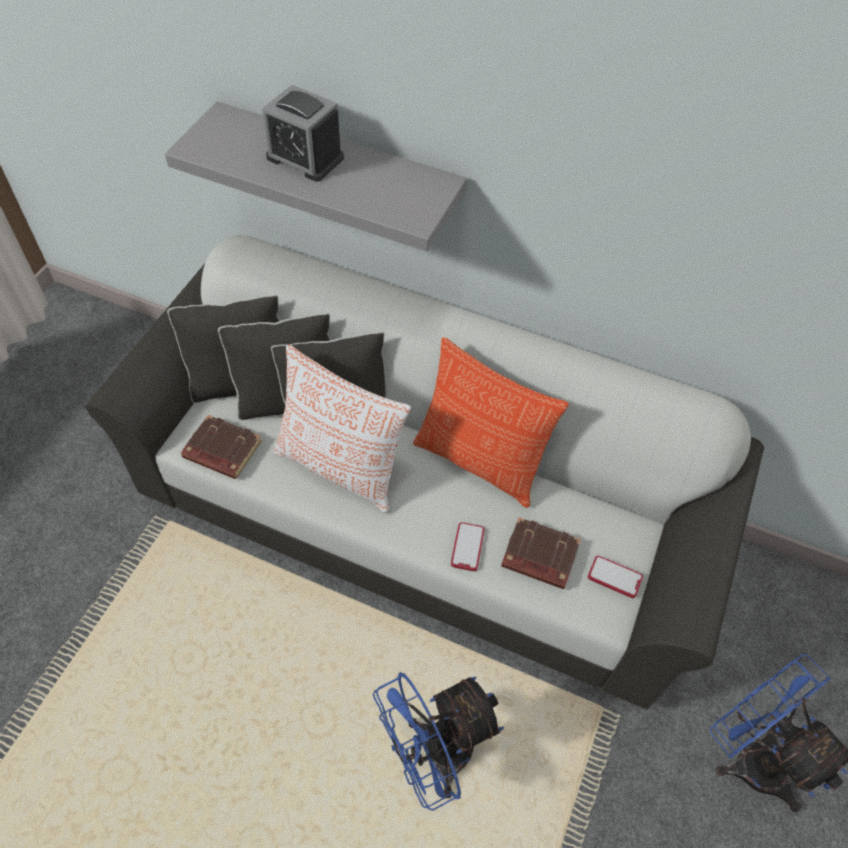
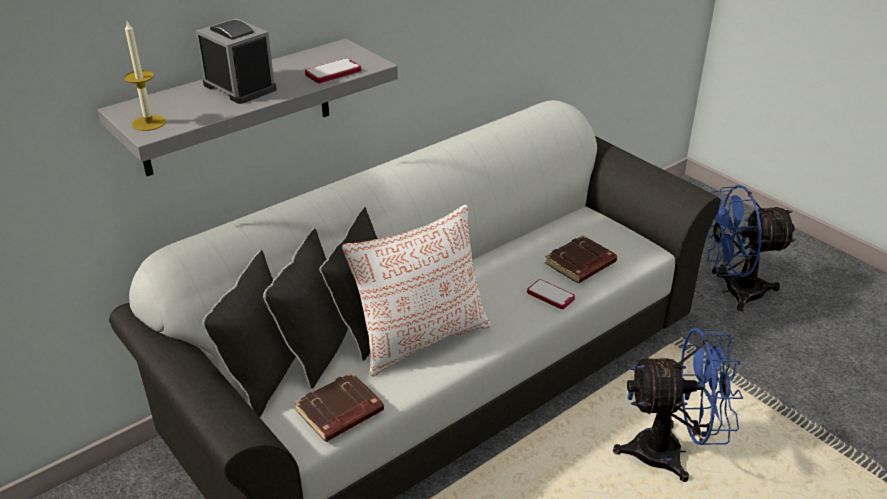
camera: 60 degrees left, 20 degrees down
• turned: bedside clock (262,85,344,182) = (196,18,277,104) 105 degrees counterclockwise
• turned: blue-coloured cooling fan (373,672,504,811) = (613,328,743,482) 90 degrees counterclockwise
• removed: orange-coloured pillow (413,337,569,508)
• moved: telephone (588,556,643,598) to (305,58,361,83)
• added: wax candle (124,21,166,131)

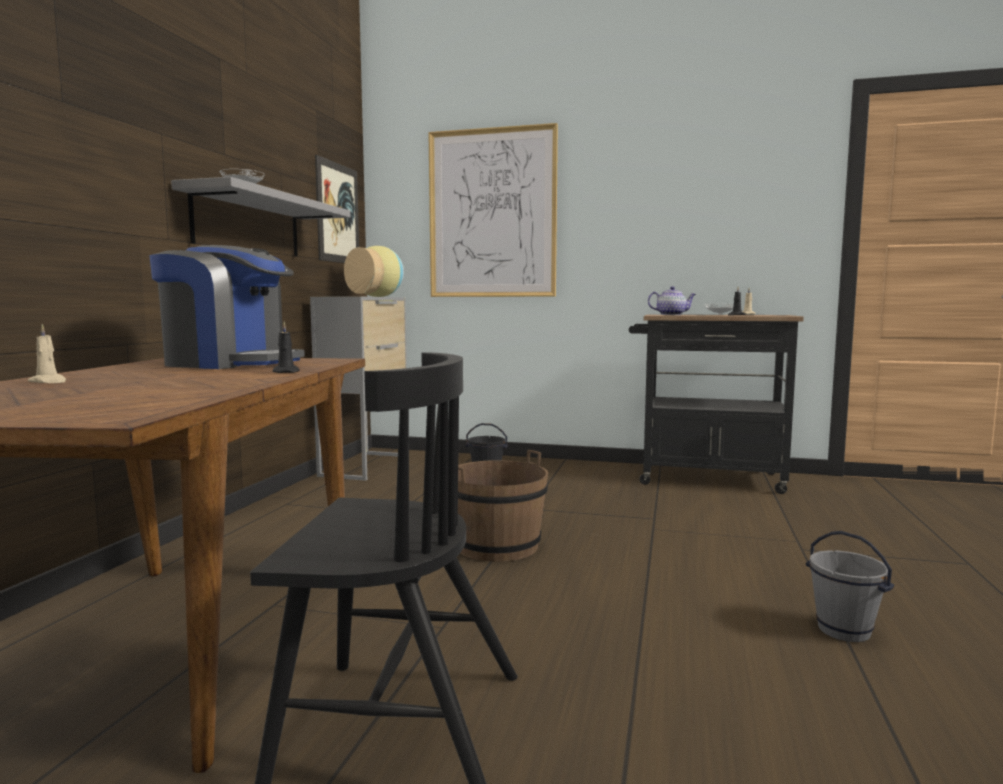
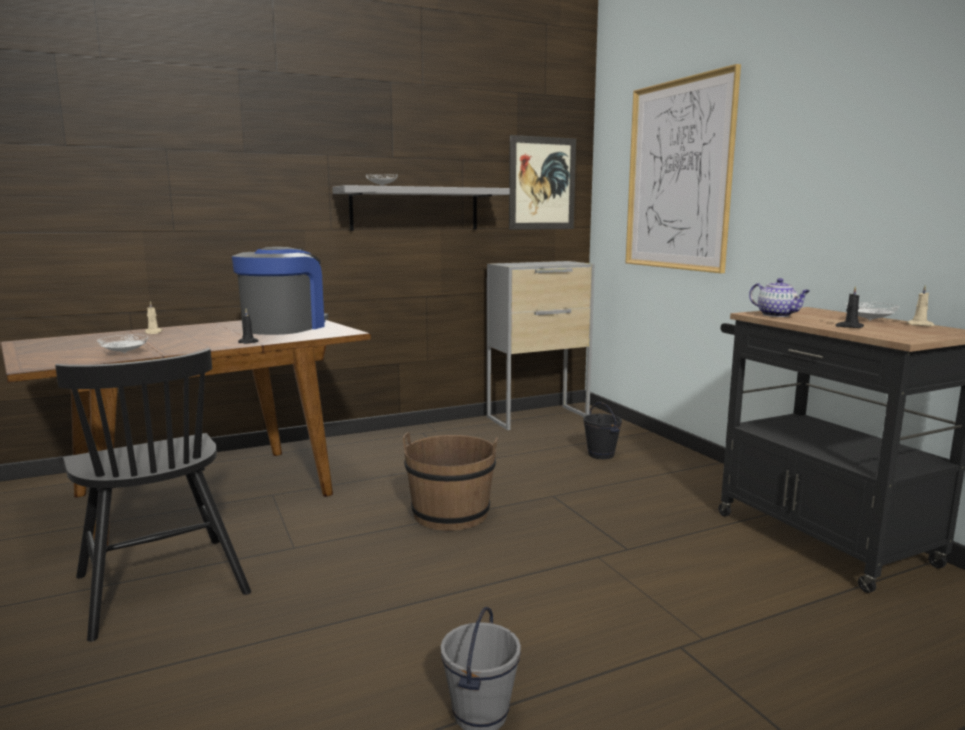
camera: 50 degrees right, 5 degrees up
• turned: coffee maker (149,245,305,369) = (232,247,328,335) 135 degrees counterclockwise
• removed: flower vase (344,246,404,297)
• added: white-coloured flat dish (97,335,148,354)

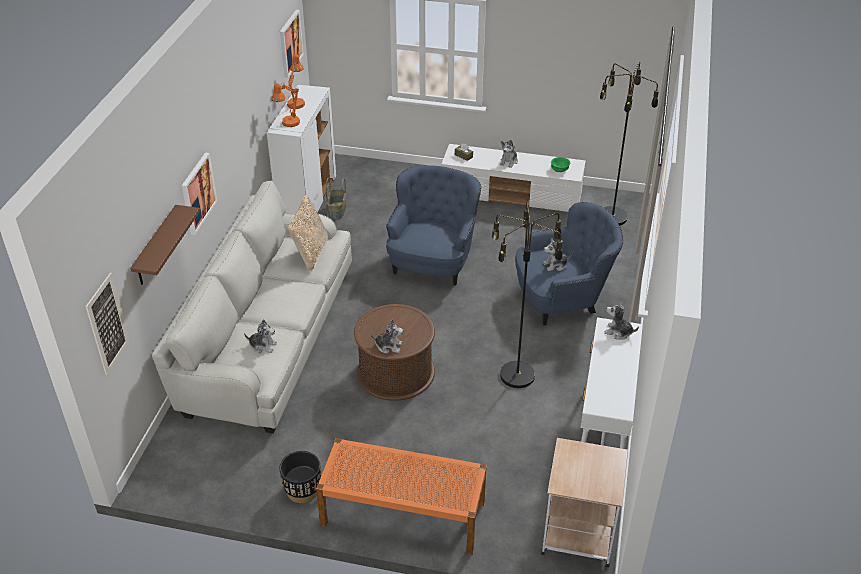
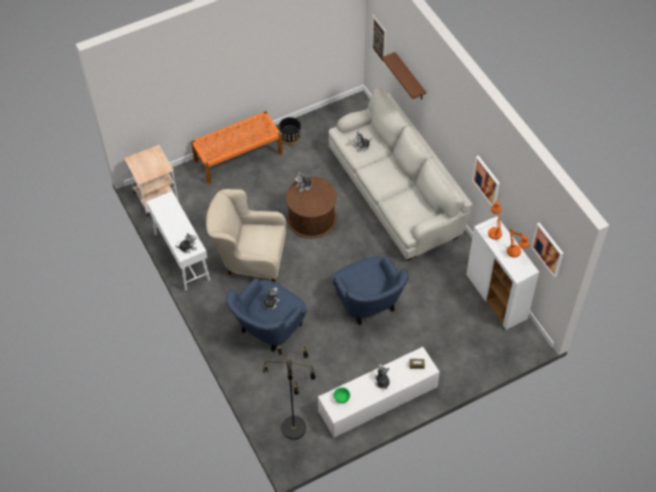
camera: 140 degrees right, 15 degrees up
• moved: picture (182,153,217,235) to (472,155,500,206)
• removed: beige-coloured pillow (288,195,328,272)
• removed: basket (326,178,346,219)
• replaced: standard lamp (492,203,563,388) to beige-coloured easy chair (206,189,286,282)

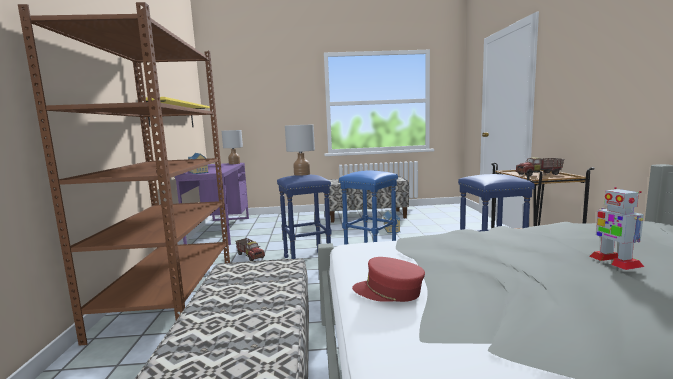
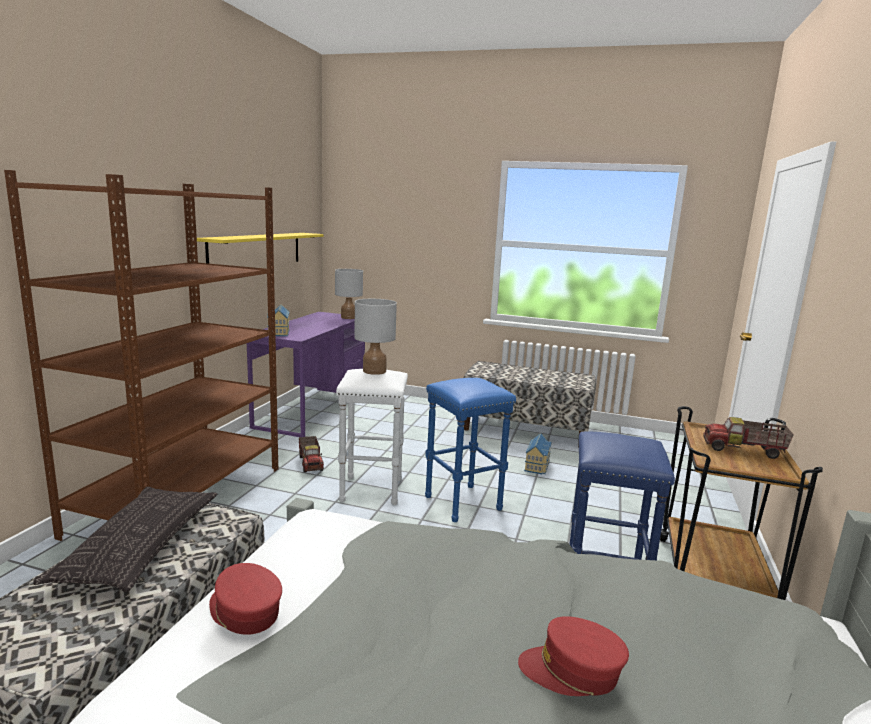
camera: 20 degrees right, 5 degrees up
• recoloured: blue-coloured stool (277,175,332,259) to white-coloured stool (336,369,408,505)
• replaced: toy robot (589,187,644,270) to red-coloured peaked cap (518,616,629,696)
• added: pillow (33,487,217,592)

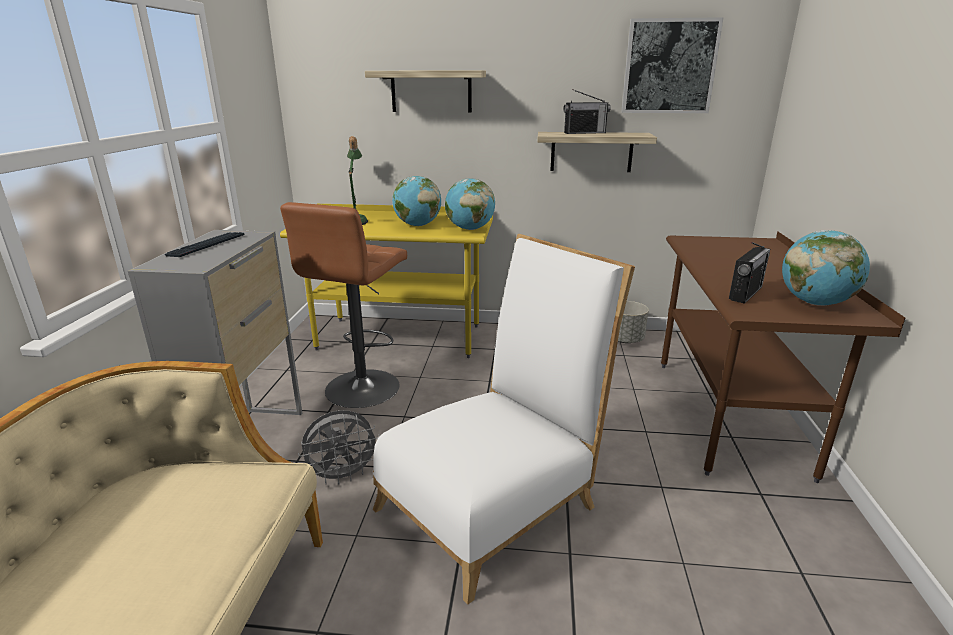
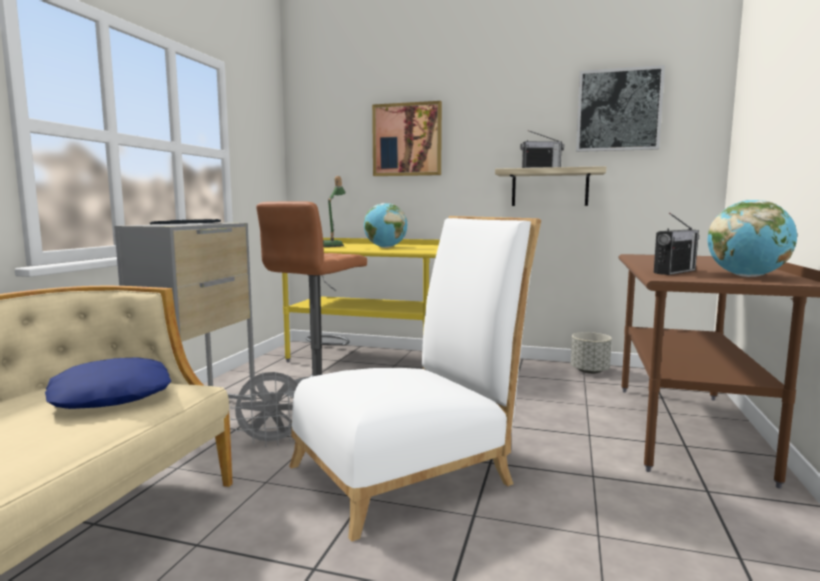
camera: 10 degrees right, 15 degrees down
• replaced: wall shelf (365,70,486,112) to picture (372,101,442,176)
• removed: world globe (445,178,495,230)
• added: blue-coloured pillow (45,357,171,409)

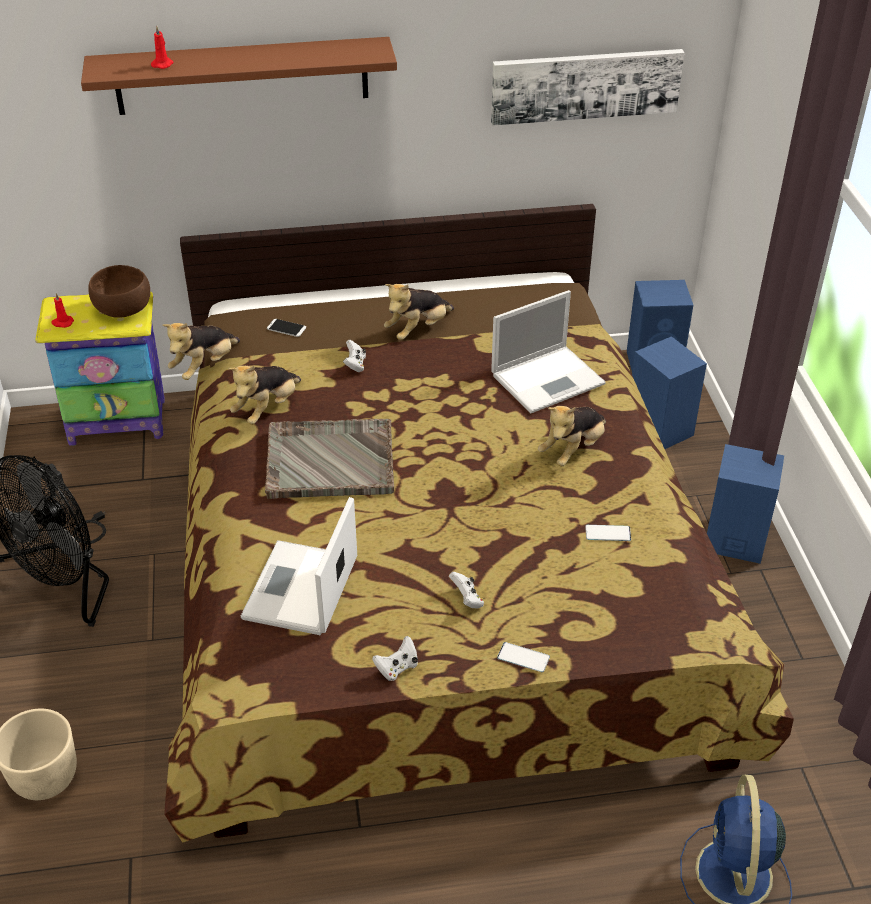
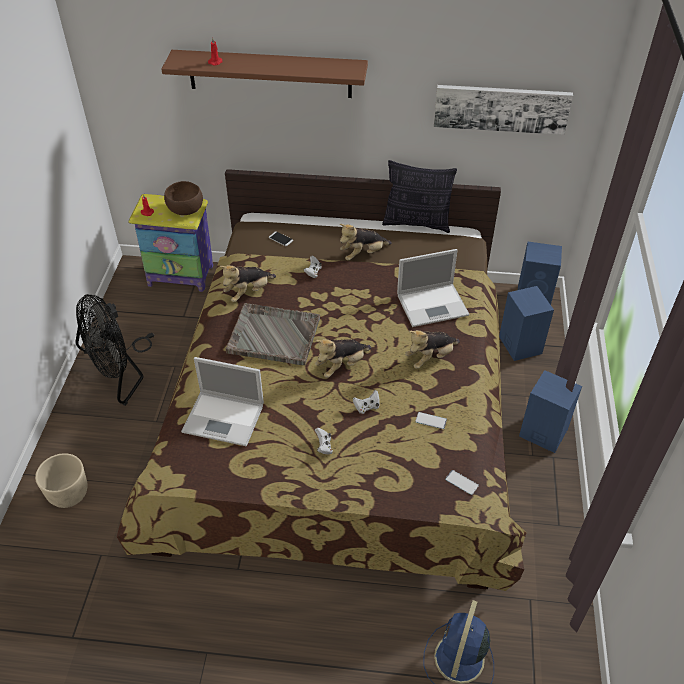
camera: 15 degrees right, 5 degrees up
• moved: soft toy (162,323,240,380) to (316,339,371,378)
• turned: laptop (241,497,357,635) = (181,357,264,446) 105 degrees counterclockwise
• moved: white-coloured game controller (372,636,418,681) to (353,390,380,414)
• moved: telephone (497,642,550,672) to (445,470,479,495)
• added: pillow (382,160,457,233)

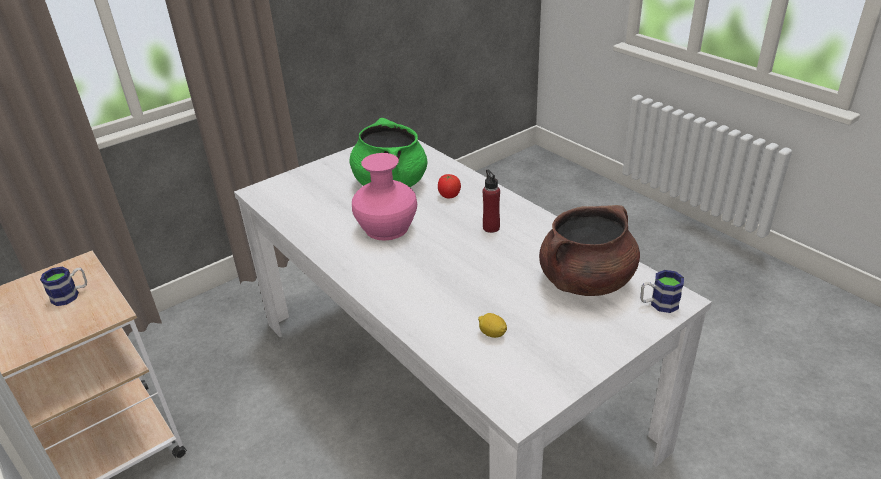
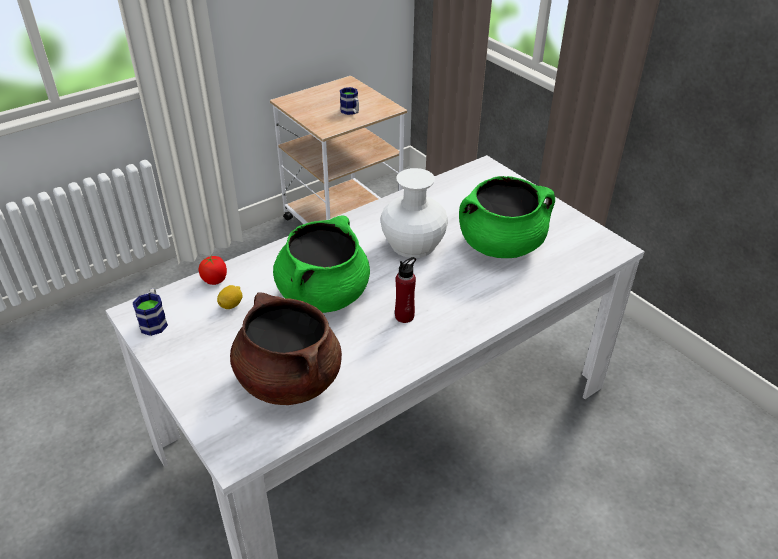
camera: 90 degrees right, 5 degrees up
• recoloured: pink flower vase (352,153,417,241) to white-coloured flower vase (380,168,448,258)
• moved: whole tomato (438,174,461,198) to (199,255,227,285)
• moved: mug (640,270,684,313) to (133,288,168,336)
• added: greenish cooking pot (273,215,370,313)

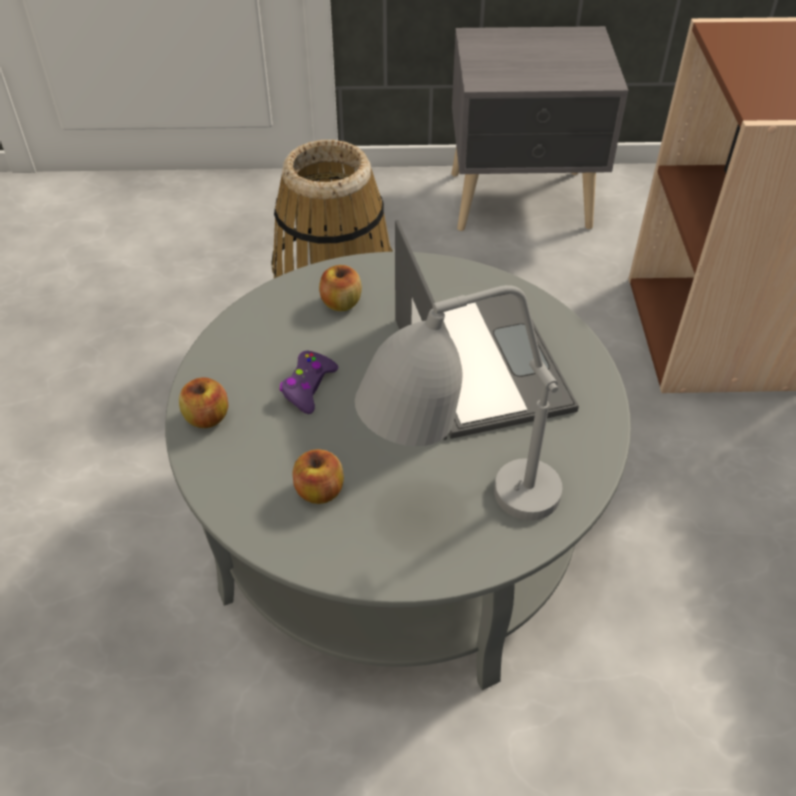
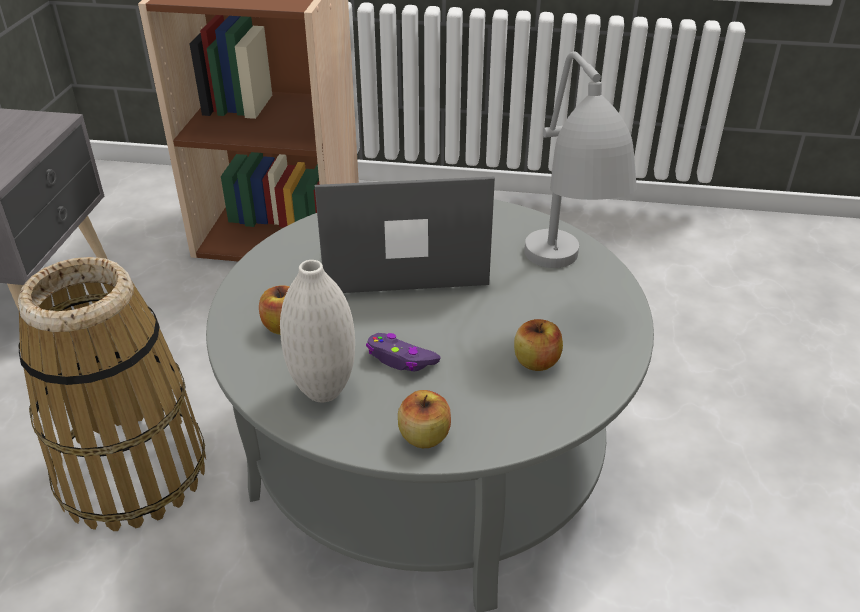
camera: 80 degrees left, 10 degrees down
• added: white-coloured flower vase (280,260,355,402)

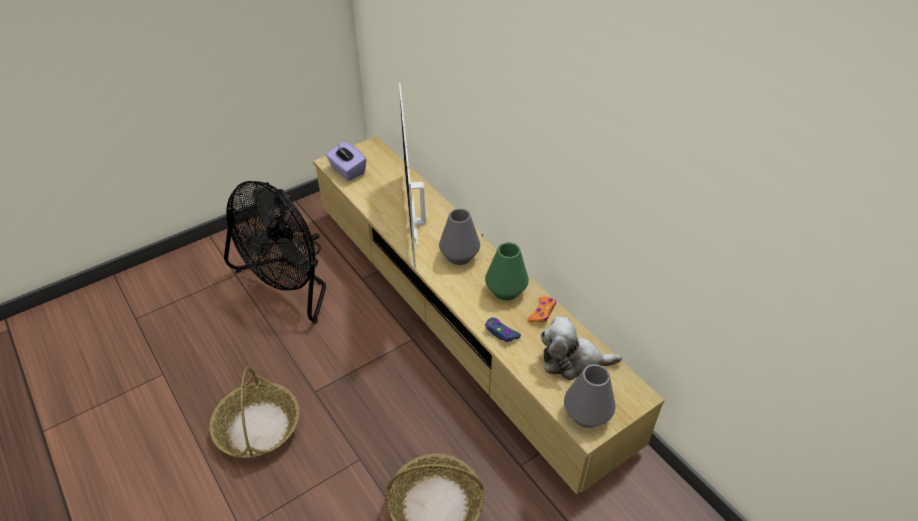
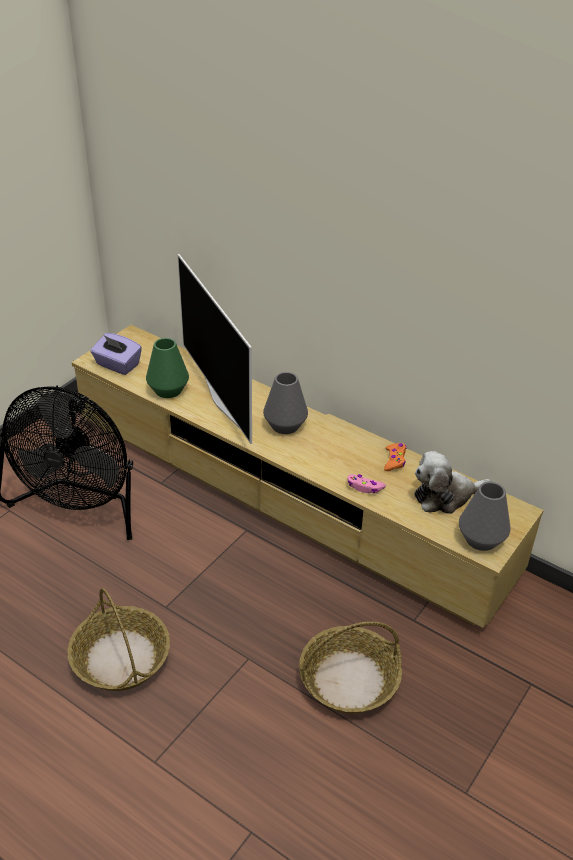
camera: 20 degrees left, 5 degrees down
• moved: greenish flower vase (485,242,529,300) to (146,338,189,398)
• recoloured: blue-coloured game controller (485,317,521,342) to pink game controller (347,474,386,493)

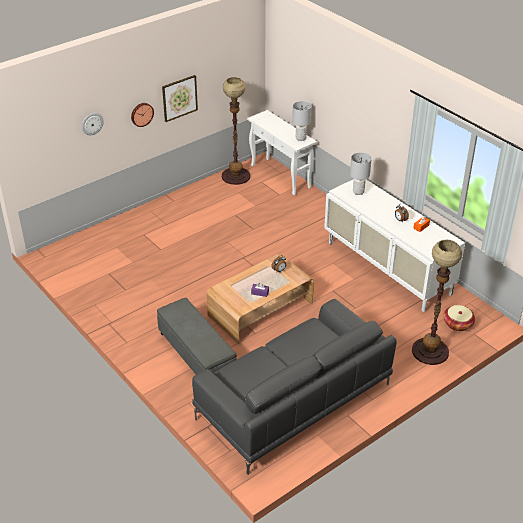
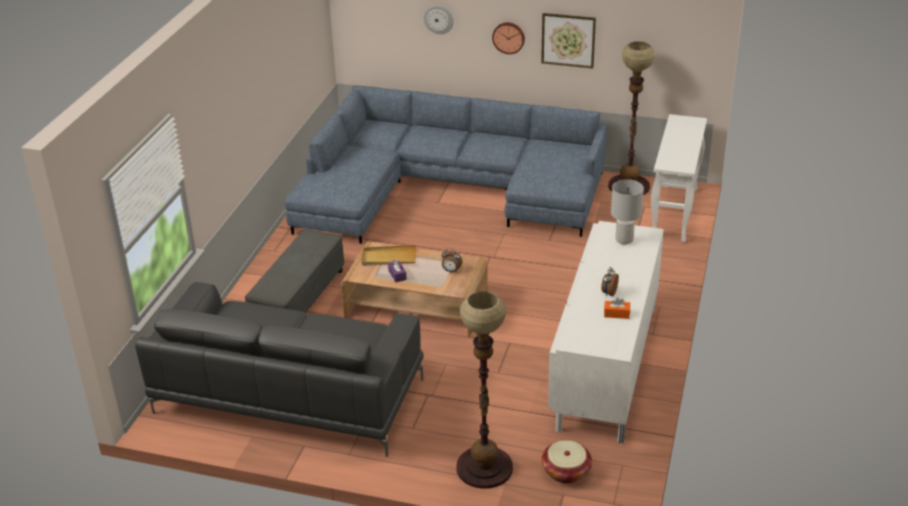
camera: 55 degrees right, 5 degrees down
• removed: grey tabletop lamp (292,101,311,141)
• added: blue-coloured couch (285,86,607,244)
• added: beige-coloured tray (362,245,416,266)

